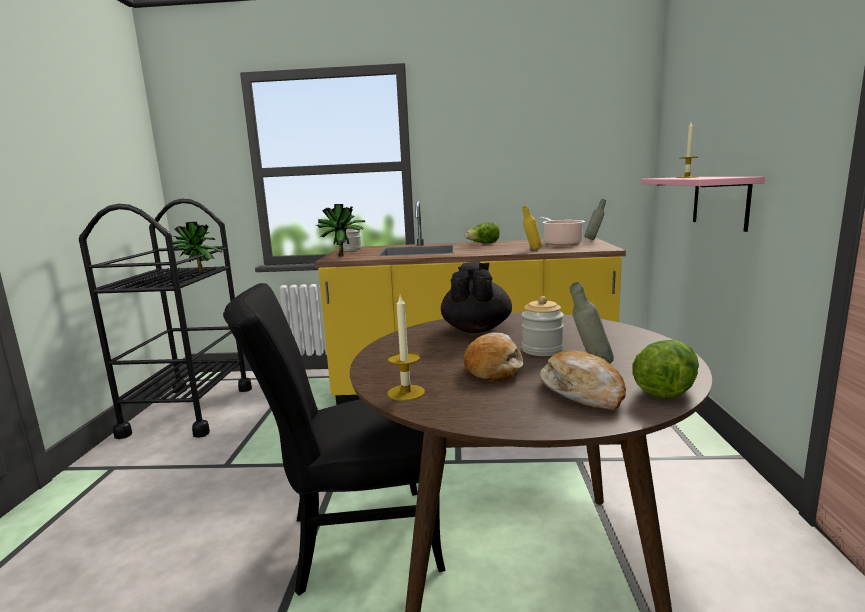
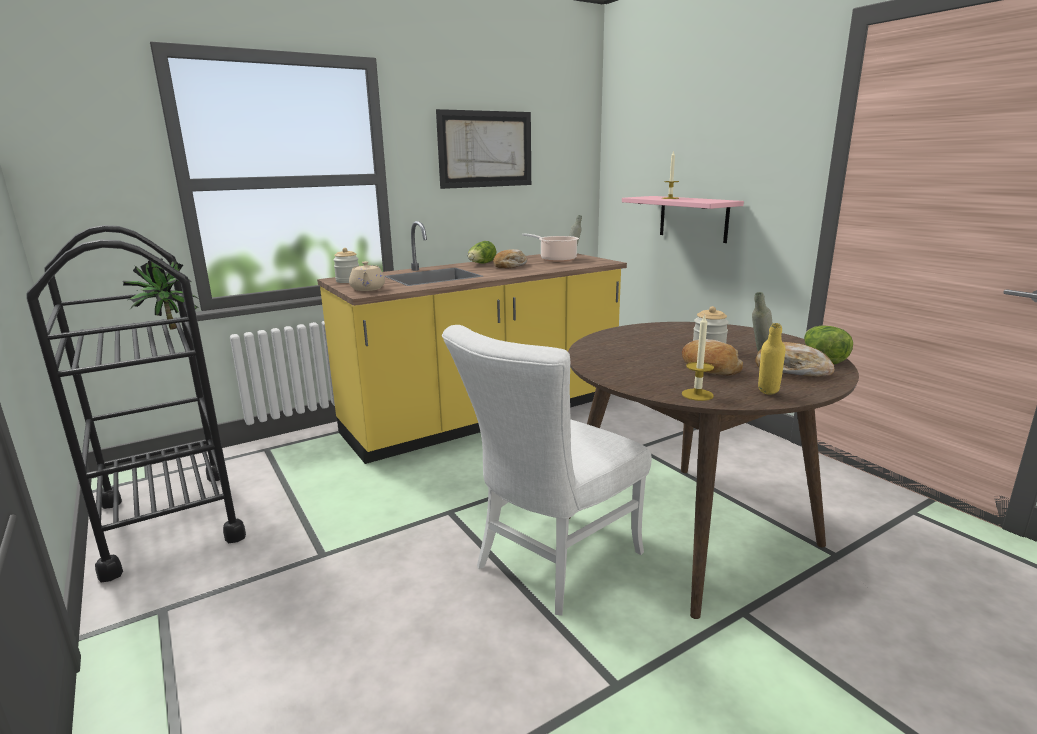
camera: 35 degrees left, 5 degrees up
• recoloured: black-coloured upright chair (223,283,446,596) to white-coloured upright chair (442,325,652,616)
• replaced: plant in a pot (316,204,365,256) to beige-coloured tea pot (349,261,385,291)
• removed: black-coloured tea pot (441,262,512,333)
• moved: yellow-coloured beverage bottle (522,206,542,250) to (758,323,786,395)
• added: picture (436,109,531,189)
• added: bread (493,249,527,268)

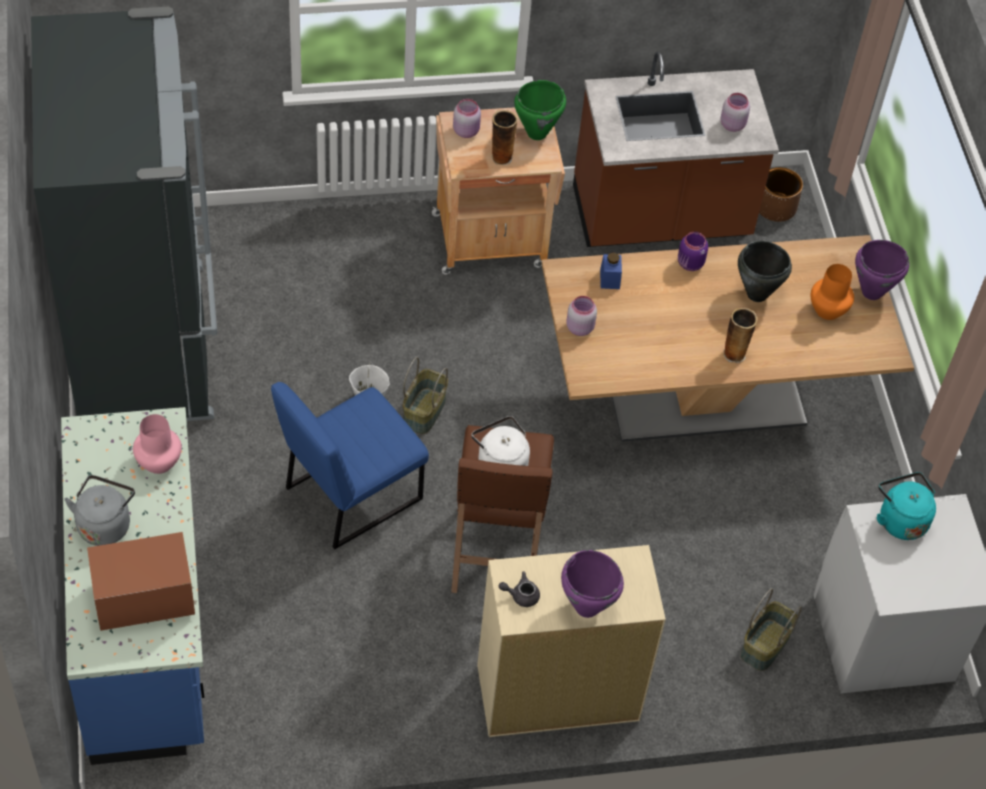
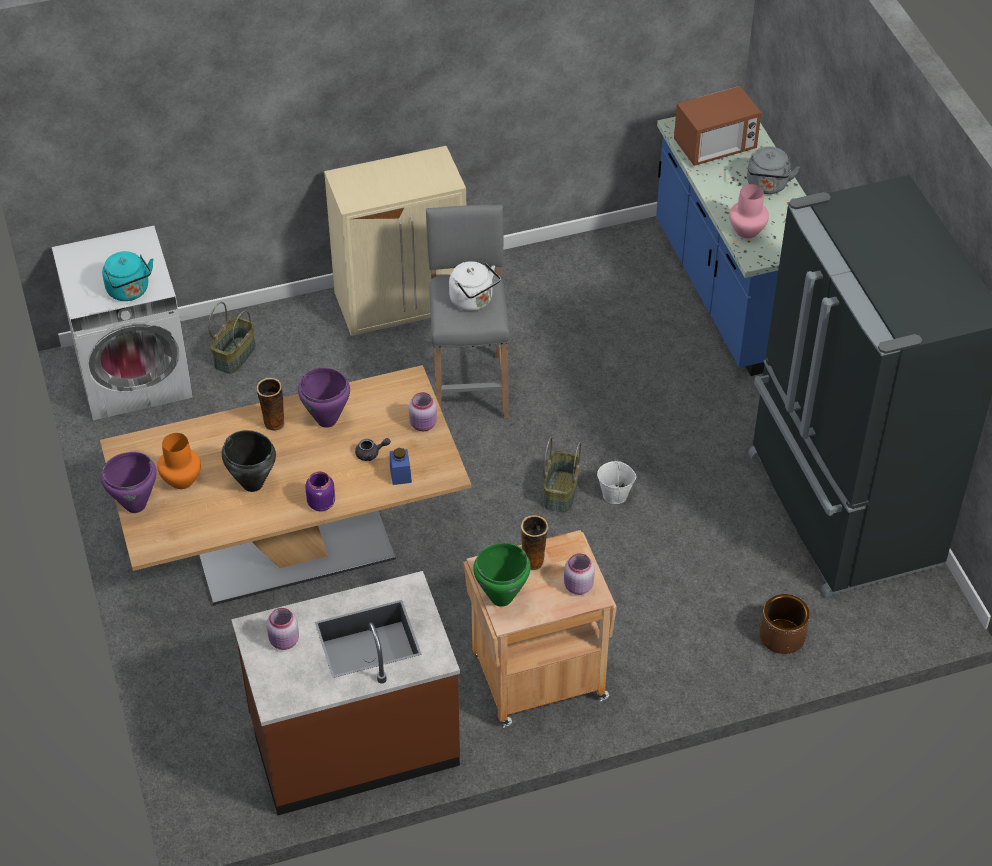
camera: 175 degrees right, 5 degrees down
• removed: blue-coloured upright chair (271,382,429,549)
• recoloured: brownish stool (451,425,554,593) to grey stool (426,205,510,419)
• moved: grey tea pot (499,571,540,607) to (355,438,391,461)
• moved: purple cooking pot (561,550,624,618) to (298,367,350,428)
• moved: brownish plant pot (759,167,803,222) to (759,594,810,654)

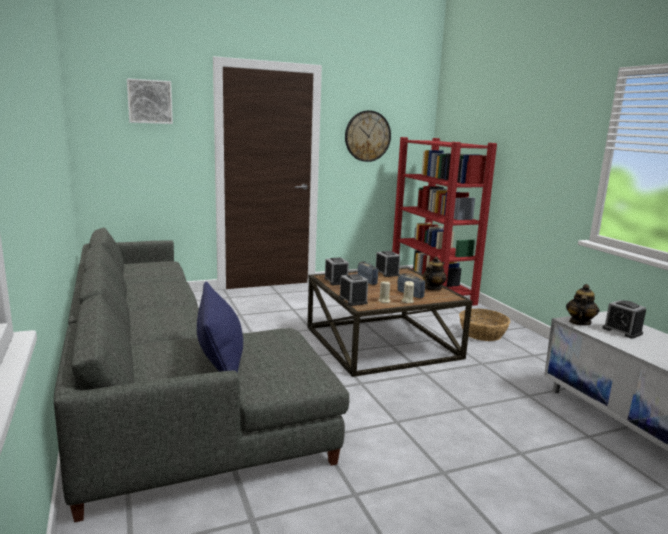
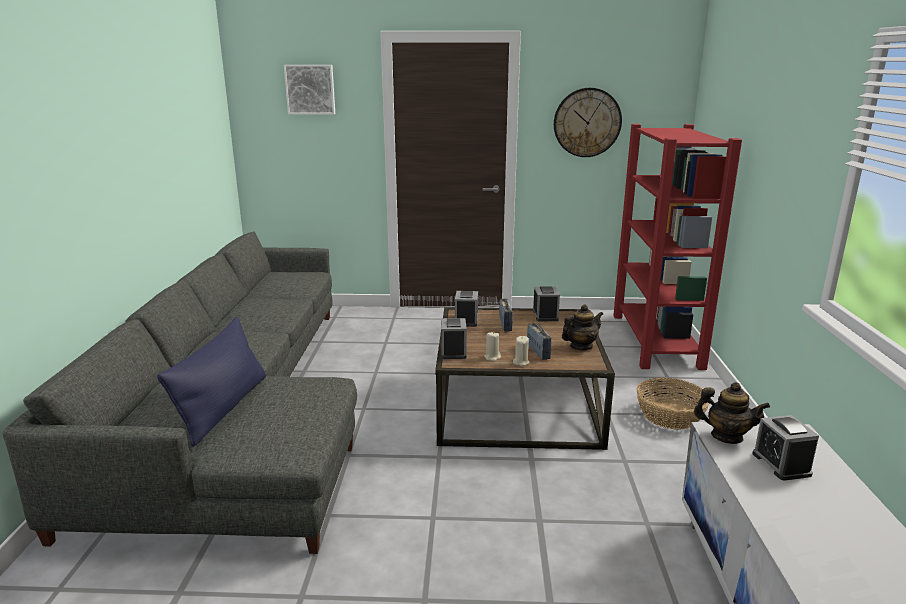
camera: 25 degrees right, 5 degrees up
• turned: tea pot (566,284,599,325) = (694,382,770,444) 60 degrees clockwise

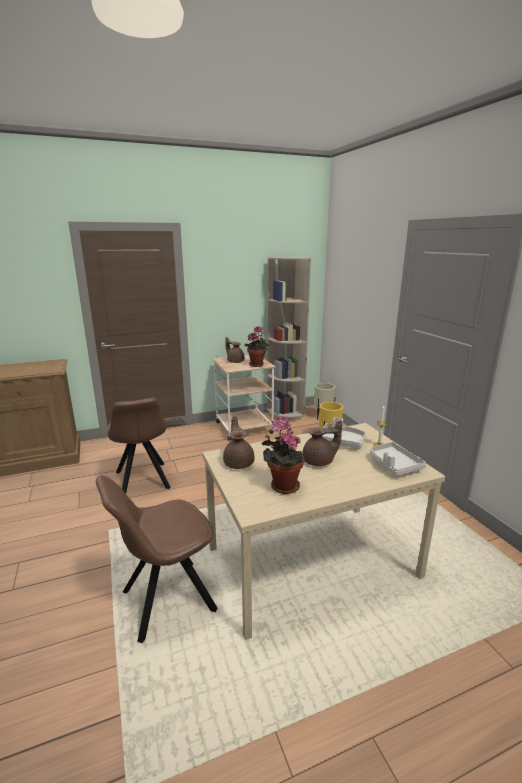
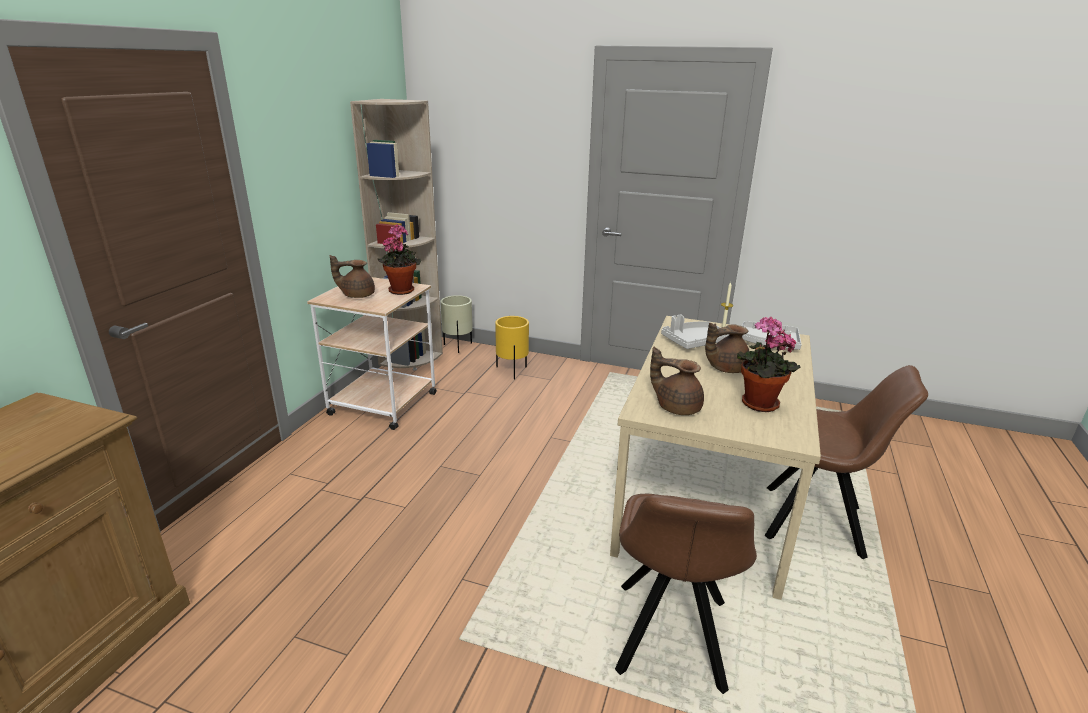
camera: 50 degrees left, 5 degrees up
• moved: brownish upright chair (107,398,171,494) to (765,365,928,559)
• turned: brownish tea pot (302,421,342,466) = (705,323,749,373) 135 degrees counterclockwise

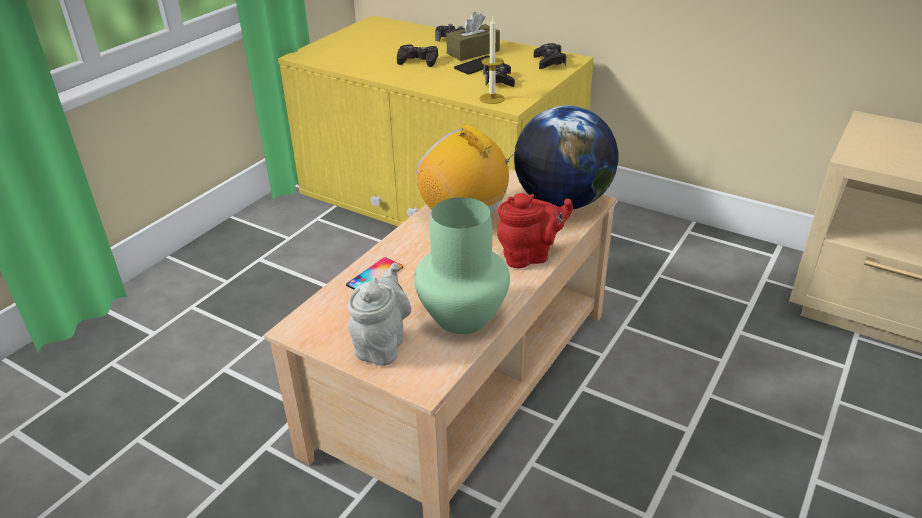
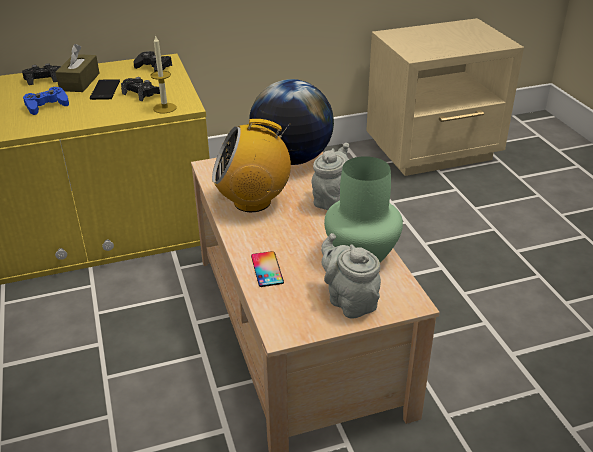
camera: 50 degrees left, 0 degrees up
• recoloured: black-coloured game controller (397,44,438,67) to blue-coloured game controller (23,87,69,115)
• recoloured: red-coloured tea pot (497,193,573,268) to grey tea pot (312,143,349,210)

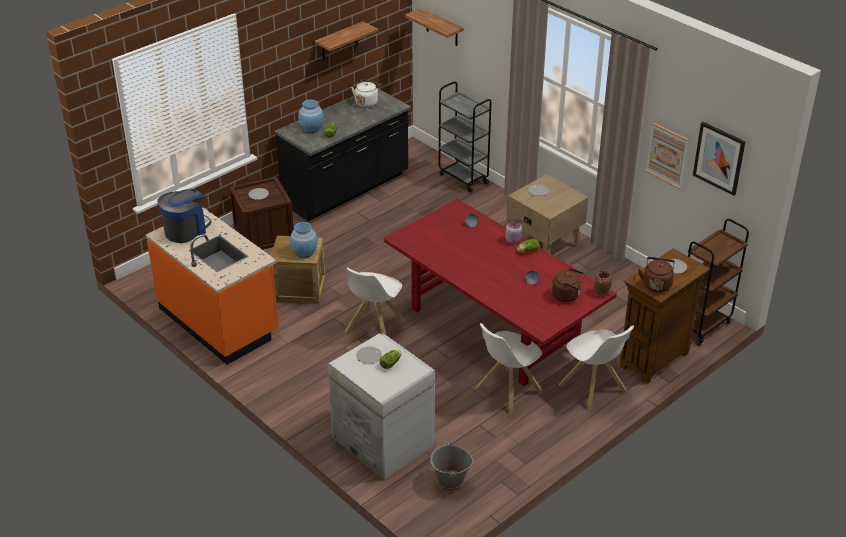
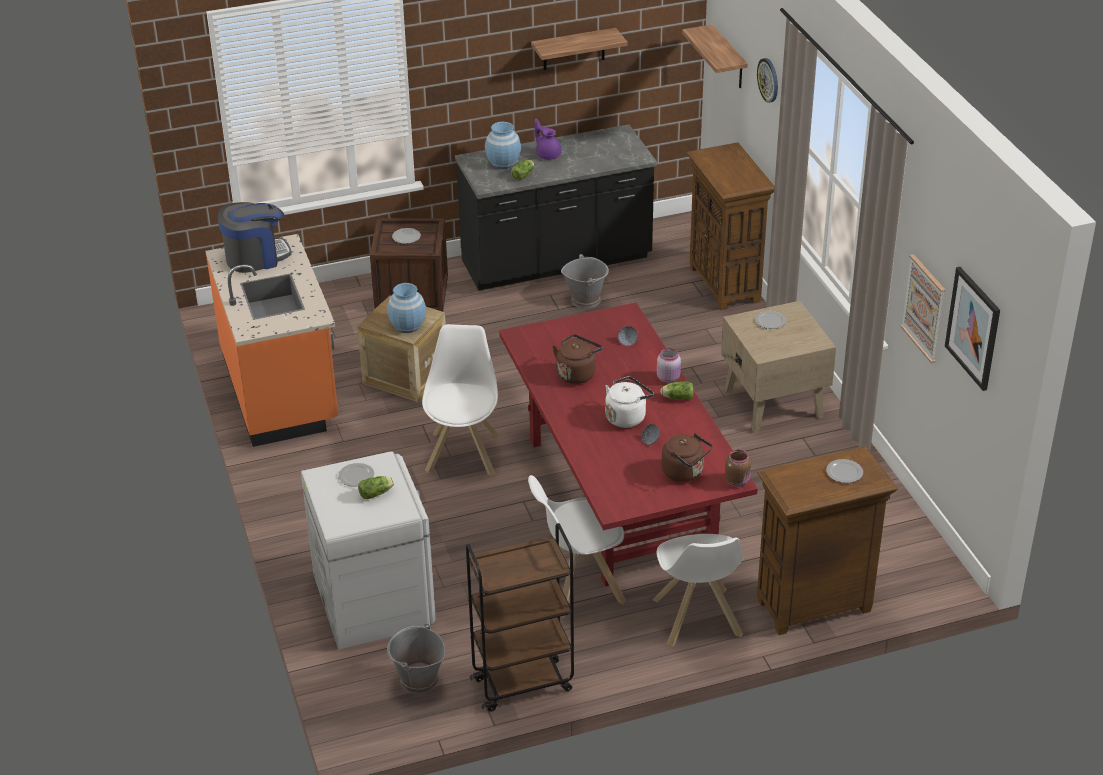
camera: 25 degrees right, 0 degrees up
• turned: white-coloured upright chair (344,268,406,335) = (422,324,501,476) 135 degrees clockwise
• moved: white-coloured tea kettle (351,80,381,107) to (605,376,654,428)
• replaced: grey wheeled cart (439,81,492,193) to brownish storage cabinet (687,142,774,310)
• moved: brownish tea kettle (638,257,675,293) to (553,334,603,384)
• moved: brownish wheeled cart (688,219,749,346) to (466,523,574,712)
• added: purple tea pot (534,119,561,160)
• added: grey pail (561,254,609,308)
• added: hanging clock (757,58,778,103)

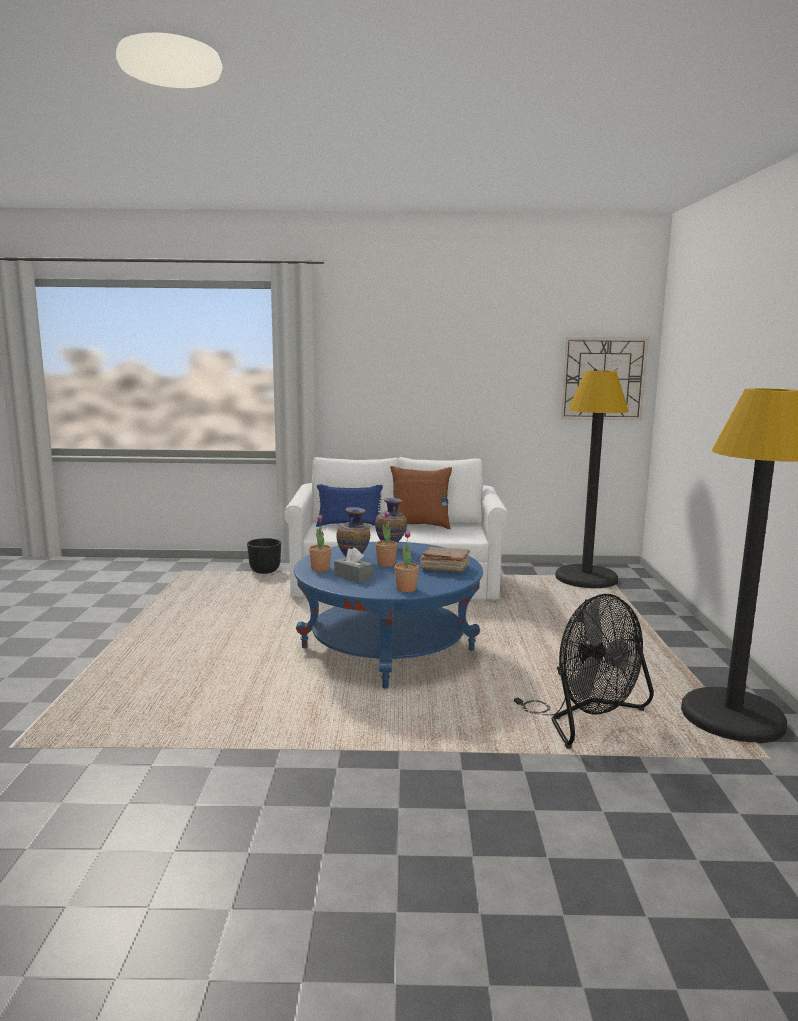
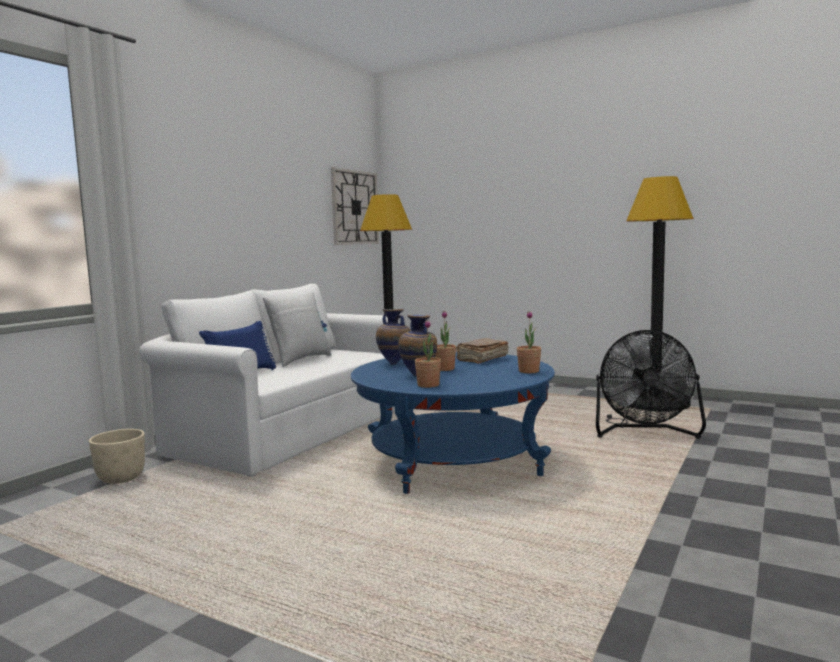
camera: 60 degrees left, 5 degrees down
• recoloured: black-coloured plant pot (247,538,281,574) to beige-coloured plant pot (89,429,145,484)
• removed: grey box of tissues (334,547,372,583)
• recoloured: brownish pillow (390,466,452,529) to grey pillow (263,292,331,367)
• turned: black-coloured cooling fan (514,594,654,749) = (596,330,706,439) 105 degrees clockwise

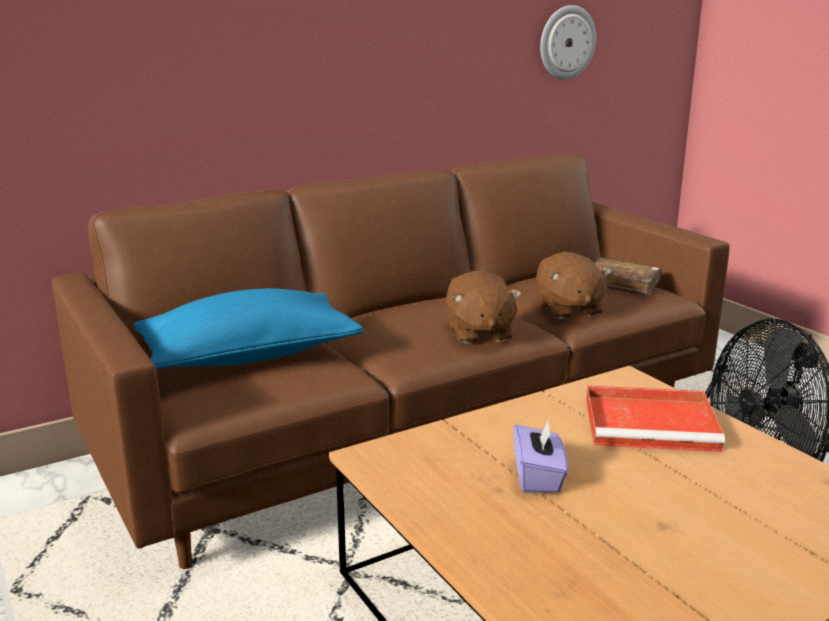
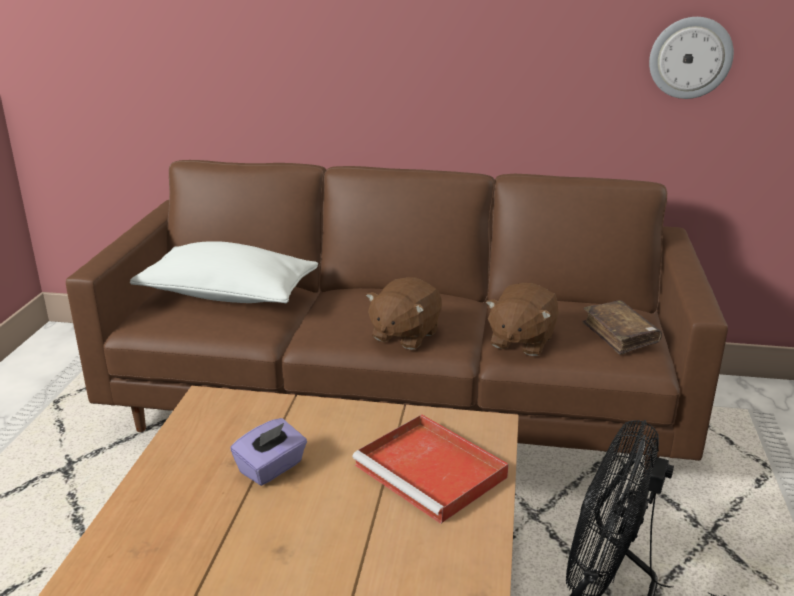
camera: 40 degrees right, 5 degrees up
• recoloured: blue-coloured pillow (133,288,363,369) to white-coloured pillow (130,241,318,303)

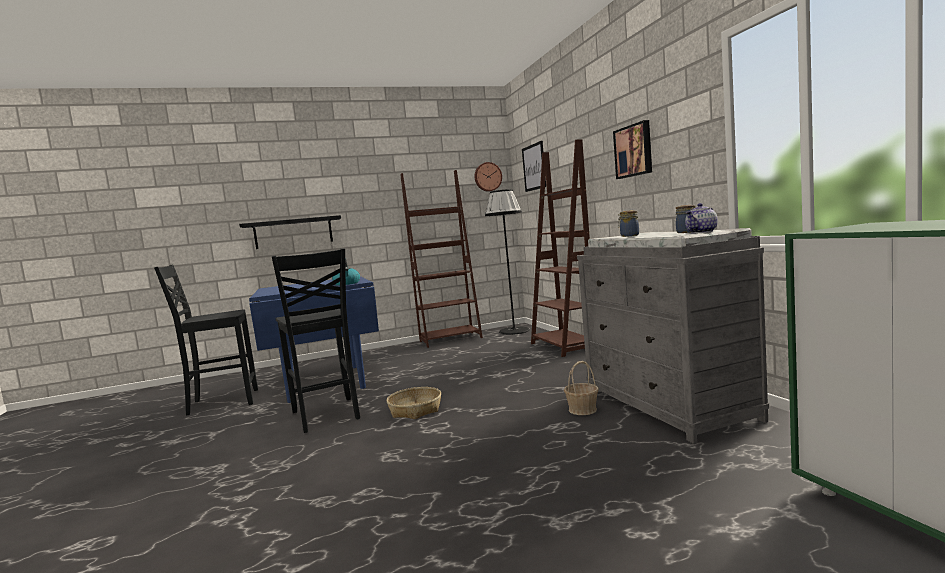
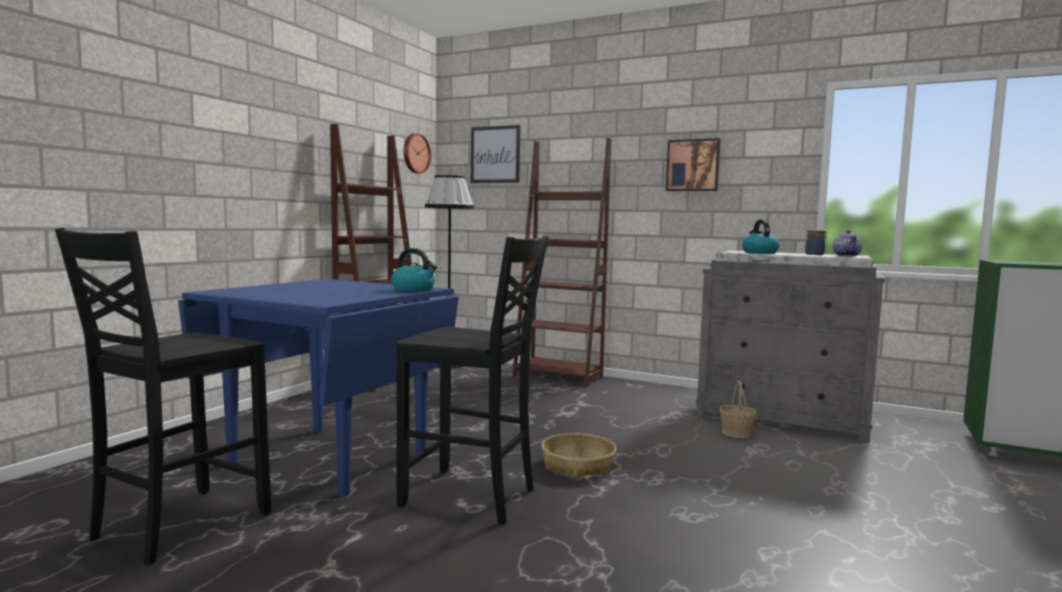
camera: 45 degrees left, 0 degrees up
• removed: black-coloured wall shelf (239,215,341,249)
• replaced: preserve jar (618,210,639,237) to tea kettle (742,220,779,254)

